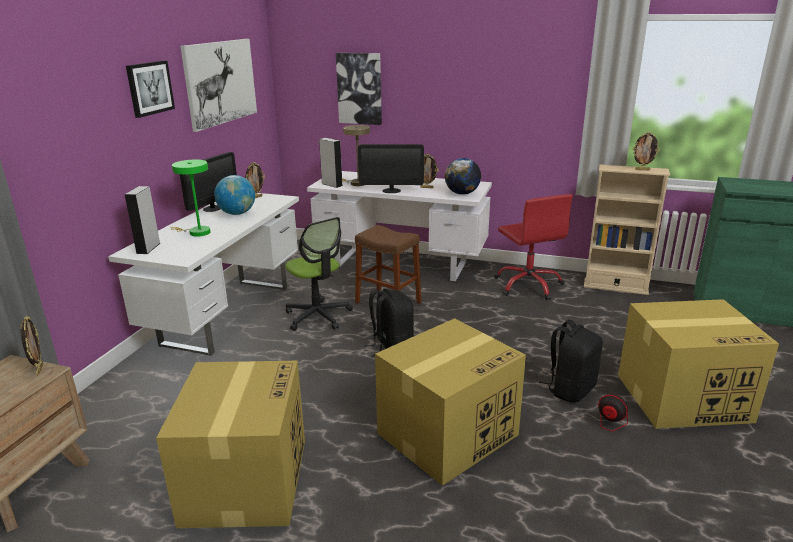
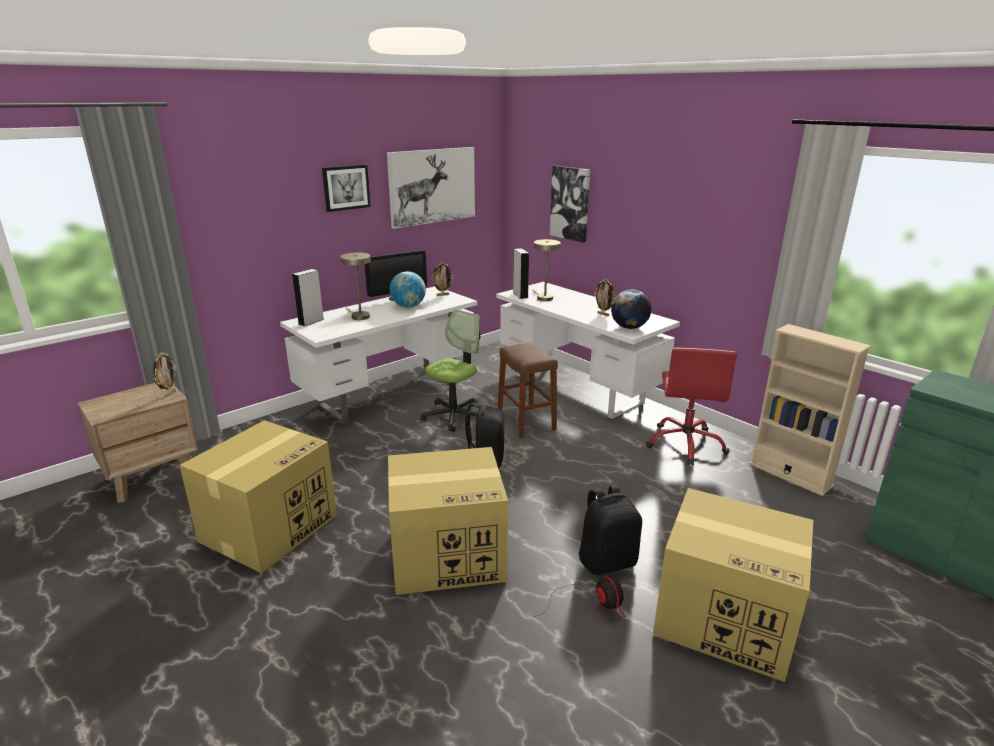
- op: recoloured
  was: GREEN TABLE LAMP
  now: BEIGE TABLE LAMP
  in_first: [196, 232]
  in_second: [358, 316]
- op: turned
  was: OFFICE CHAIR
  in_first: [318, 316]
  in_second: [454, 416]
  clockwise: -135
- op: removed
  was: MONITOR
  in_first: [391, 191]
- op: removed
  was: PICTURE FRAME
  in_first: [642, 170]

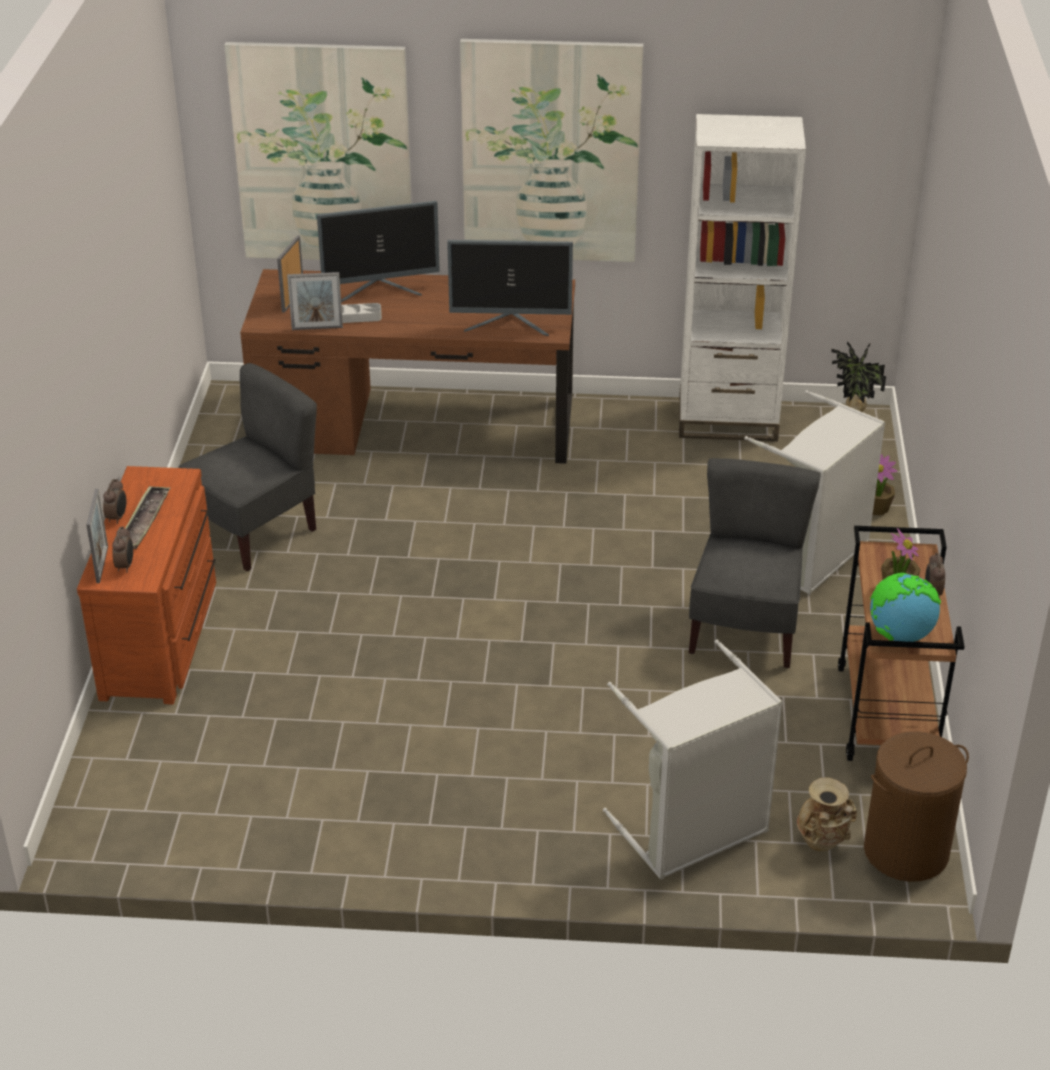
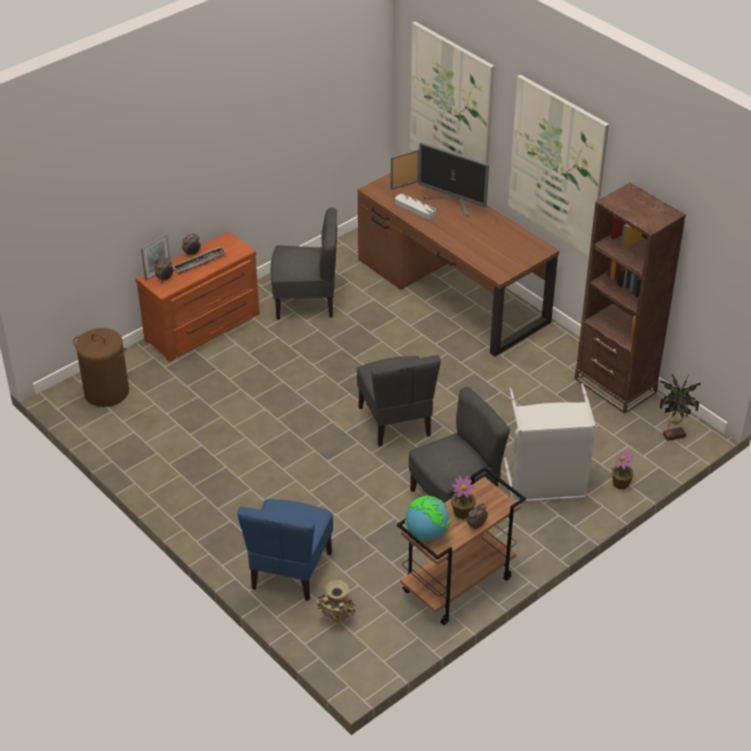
- op: moved
  was: BROWN LAUNDRY BASKET
  in_first: [906, 851]
  in_second: [107, 392]
- op: replaced
  was: GREY LAUNDRY BASKET
  now: BLUE CHAIR
  in_first: [694, 833]
  in_second: [290, 571]
- op: added
  now: GREY CHAIR
  in_second: [396, 422]
- op: recoloured
  was: WHITE BOOKCASE
  now: BROWN BOOKCASE
  in_first: [727, 421]
  in_second: [615, 385]
- op: removed
  was: PICTURE FRAME
  in_first: [317, 328]
- op: removed
  was: MONITOR
  in_first: [510, 325]

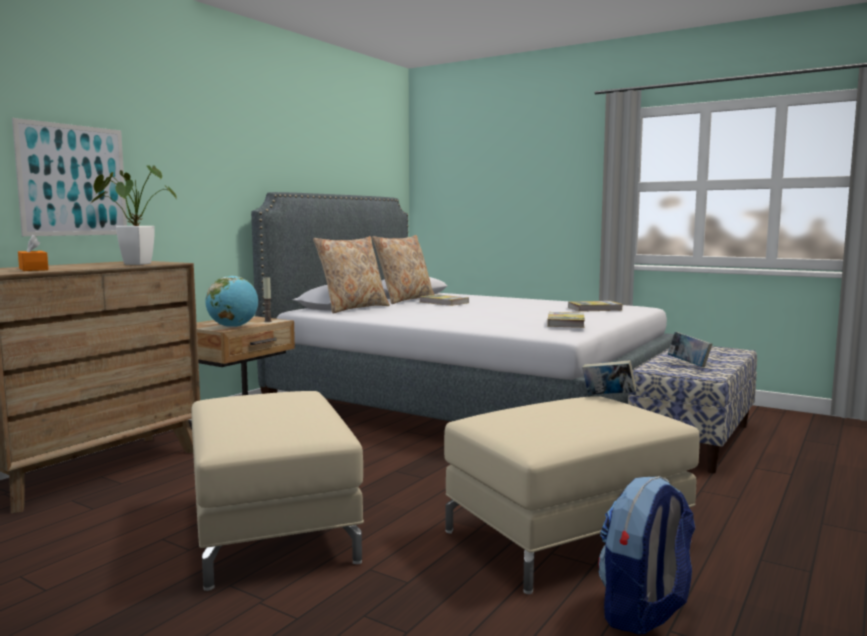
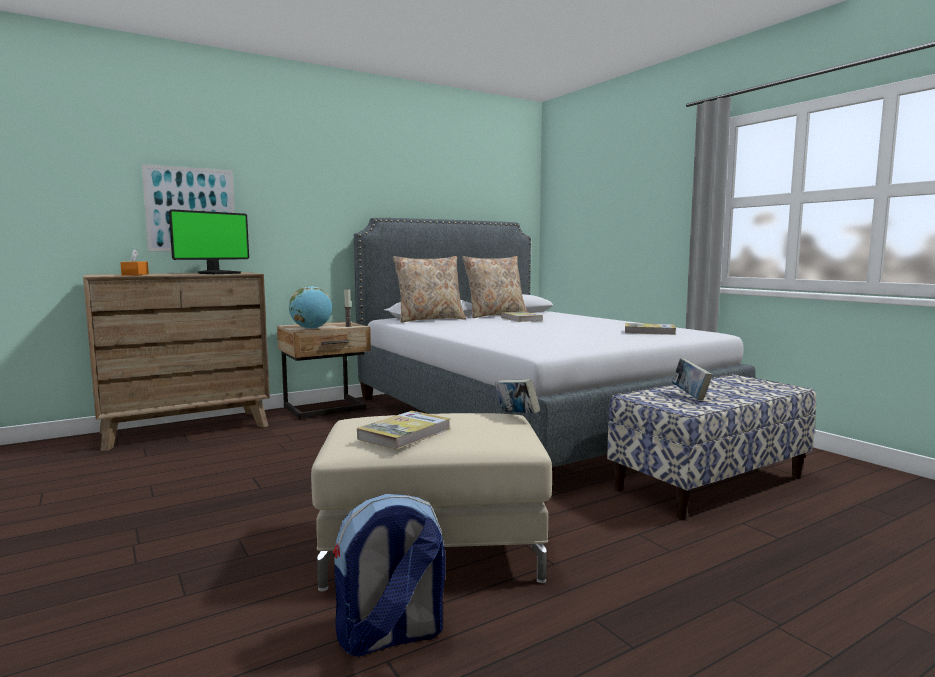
- op: replaced
  was: POTTED PLANT
  now: MONITOR
  in_first: [132, 264]
  in_second: [218, 273]
- op: moved
  was: BOOK
  in_first: [566, 323]
  in_second: [405, 434]
- op: removed
  was: BEIGE OTTOMAN
  in_first: [270, 529]

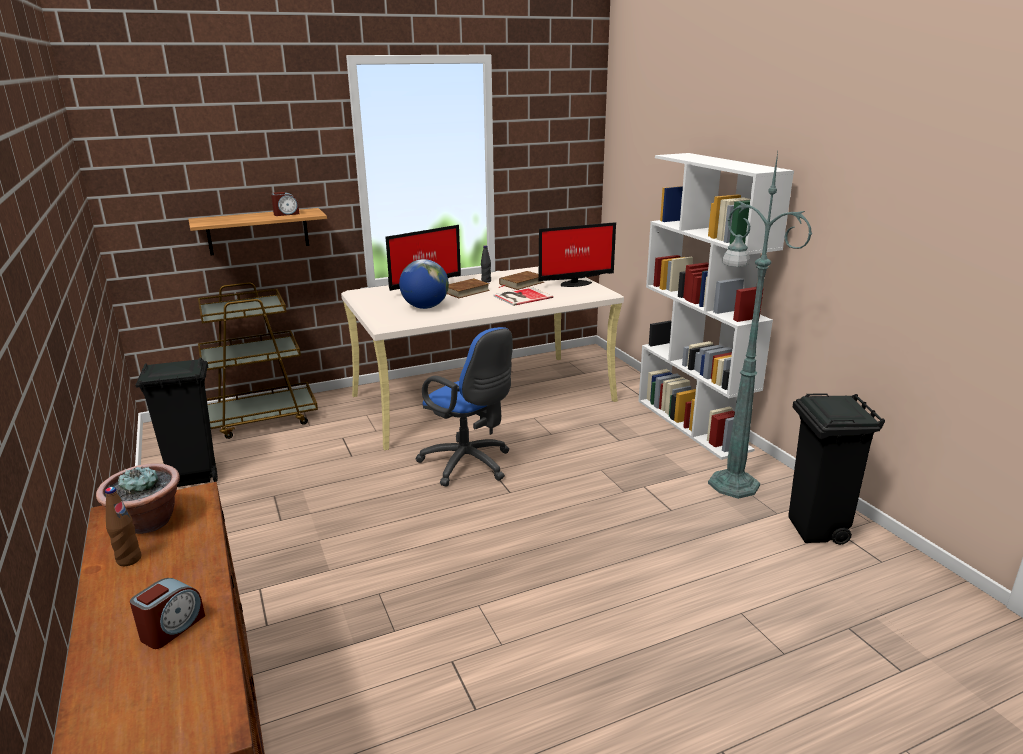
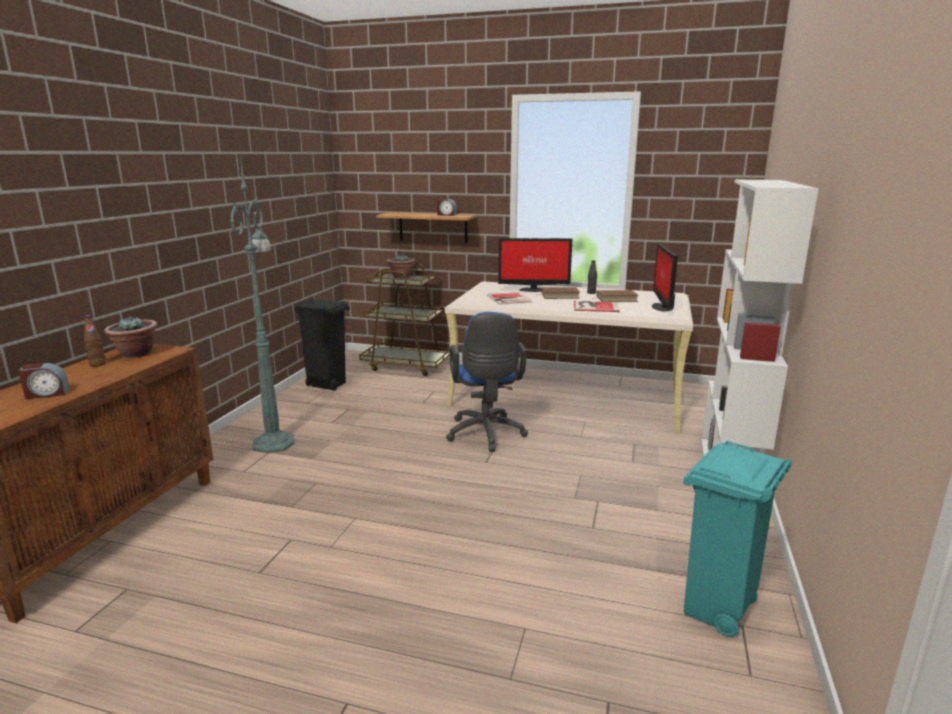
- op: moved
  was: GREEN FLOOR LAMP
  in_first: [731, 483]
  in_second: [274, 442]
- op: added
  now: POTTED PLANT
  in_second: [401, 277]
- op: replaced
  was: GLOBE
  now: BOOK
  in_first: [425, 307]
  in_second: [508, 299]
- op: turned
  was: MONITOR
  in_first: [574, 283]
  in_second: [662, 307]
  clockwise: 75
- op: recoloured
  was: BLACK TRASH CAN
  now: TURQUOISE TRASH CAN
  in_first: [816, 530]
  in_second: [717, 611]

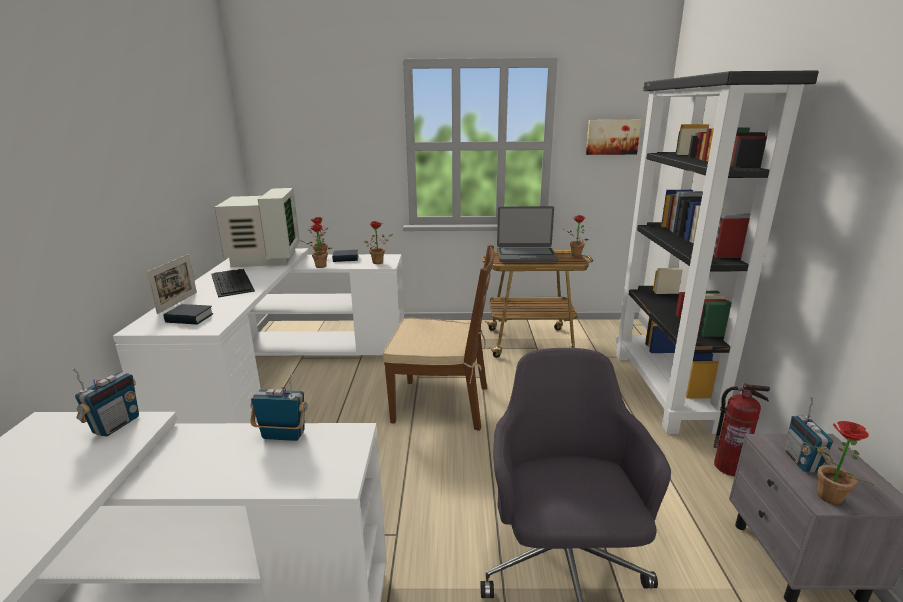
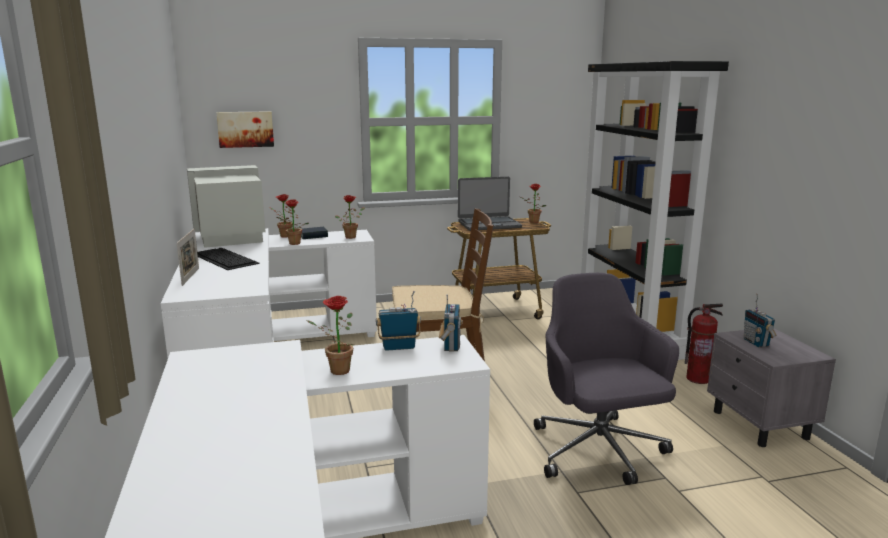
- op: turned
  was: MONITOR
  in_first: [264, 258]
  in_second: [231, 238]
  clockwise: -90
- op: moved
  was: PICTURE
  in_first: [612, 137]
  in_second: [245, 129]
- op: moved
  was: POTTED PLANT
  in_first: [824, 496]
  in_second: [335, 371]
- op: moved
  was: RADIO
  in_first: [116, 425]
  in_second: [451, 346]
- op: removed
  was: BOOK
  in_first: [189, 318]

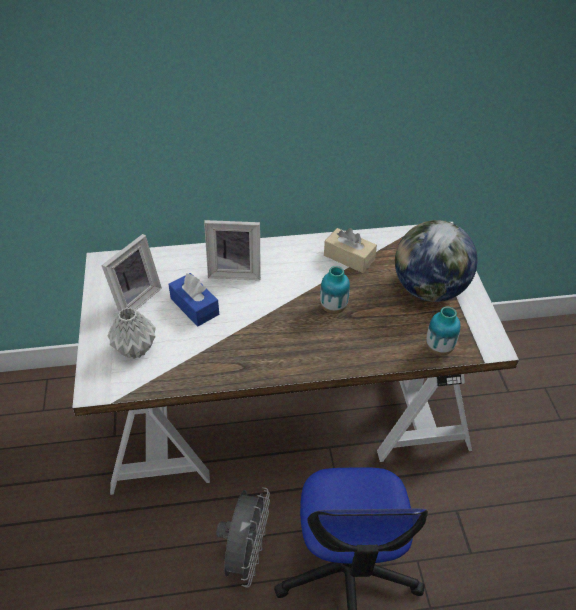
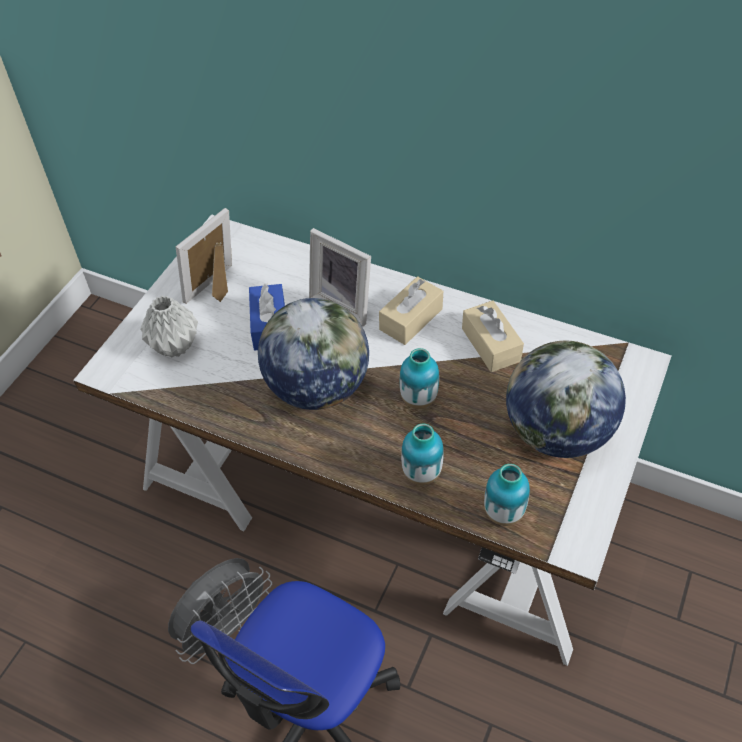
- op: turned
  was: PICTURE FRAME
  in_first: [134, 299]
  in_second: [216, 289]
  clockwise: 150
- op: added
  now: GLOBE
  in_second: [317, 387]
- op: added
  now: BEIGE TISSUE BOX
  in_second: [411, 319]
- op: added
  now: VASE
  in_second: [421, 474]

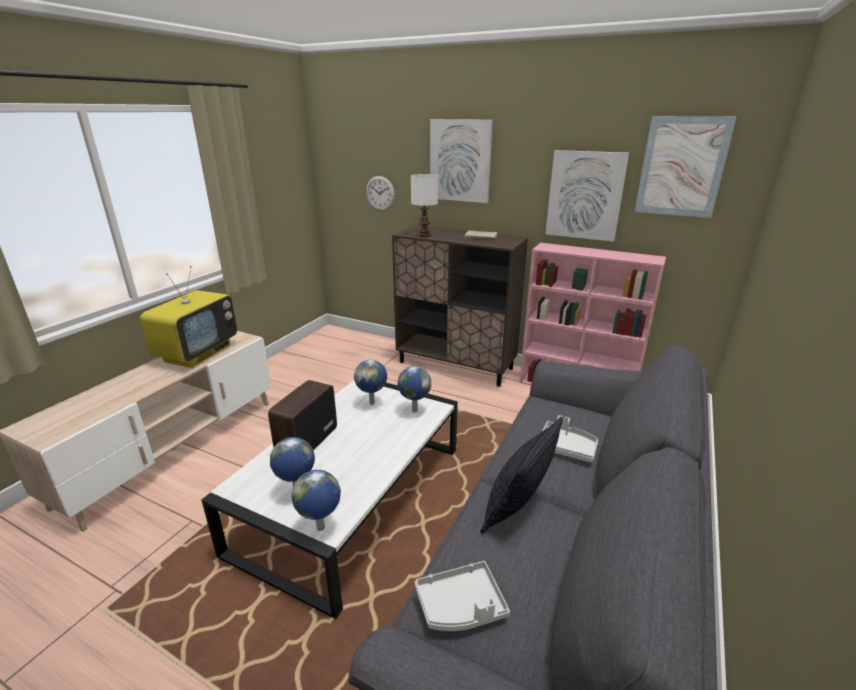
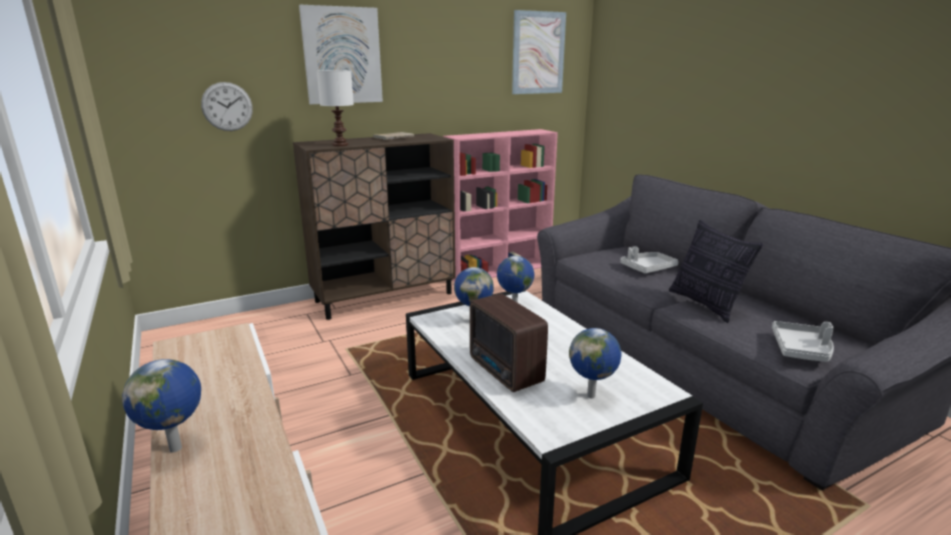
- op: moved
  was: GLOBE
  in_first: [321, 528]
  in_second: [177, 448]
- op: removed
  was: TELEVISION
  in_first: [198, 353]
- op: removed
  was: PICTURE
  in_first: [585, 195]

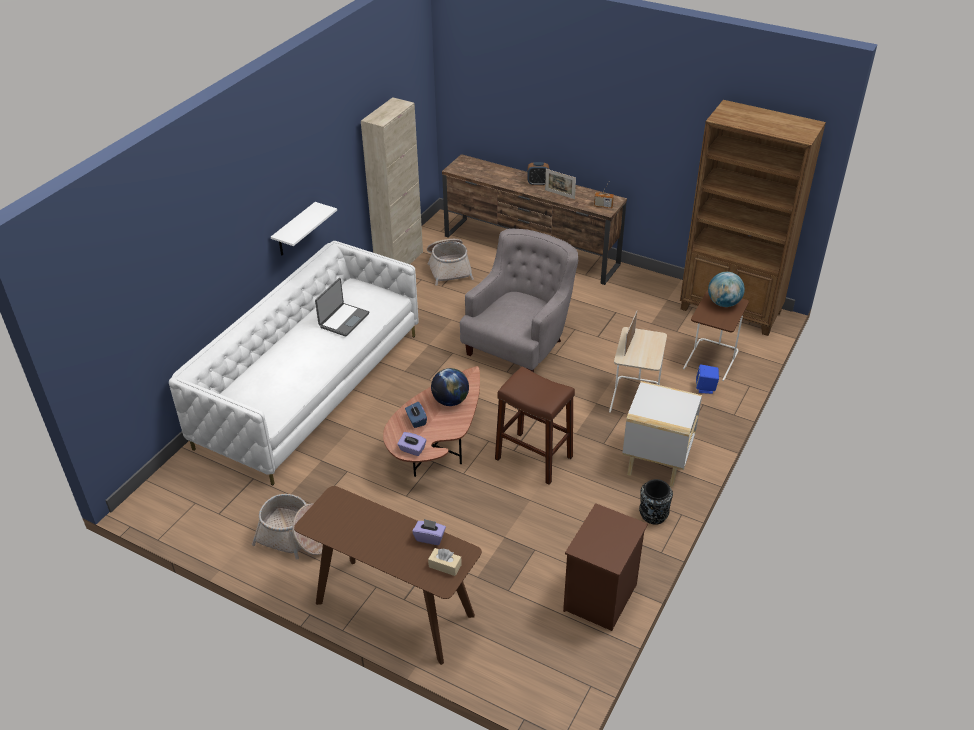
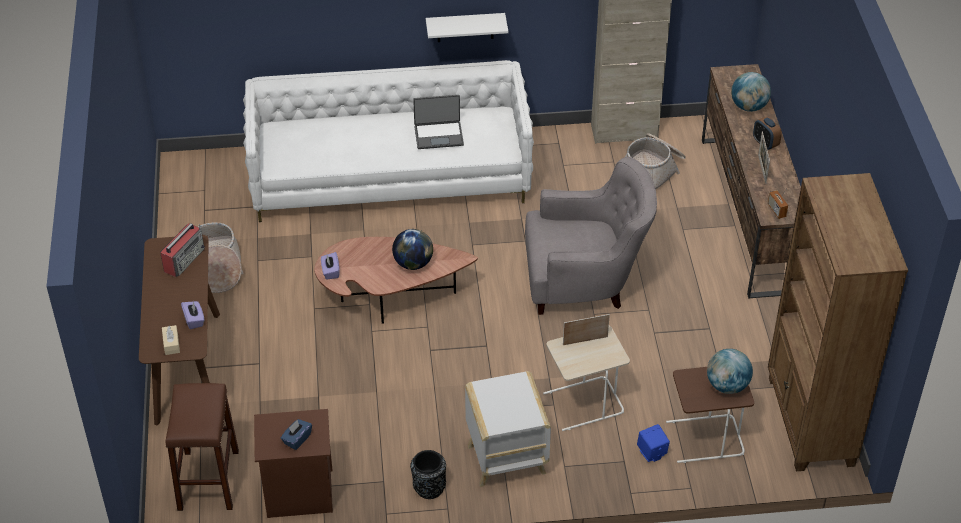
- op: added
  now: RADIO
  in_second: [184, 259]
- op: moved
  was: BROWN STOOL
  in_first: [533, 457]
  in_second: [208, 480]
- op: moved
  was: BLUE TISSUE BOX
  in_first: [416, 420]
  in_second: [297, 439]
- op: added
  now: GLOBE
  in_second: [748, 107]

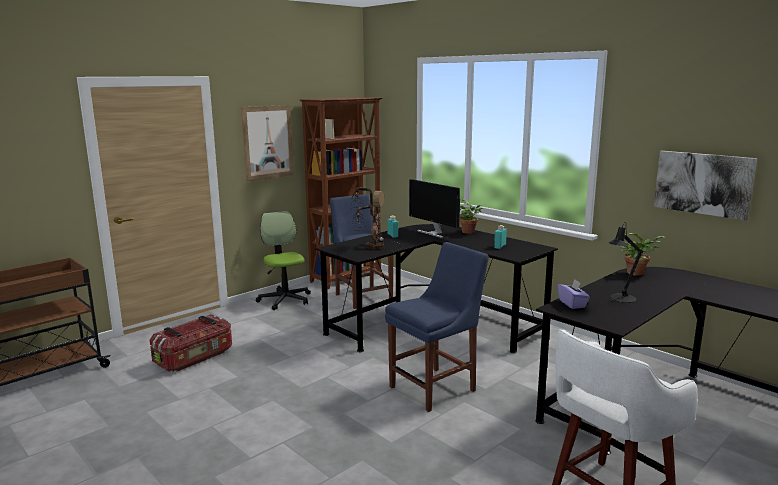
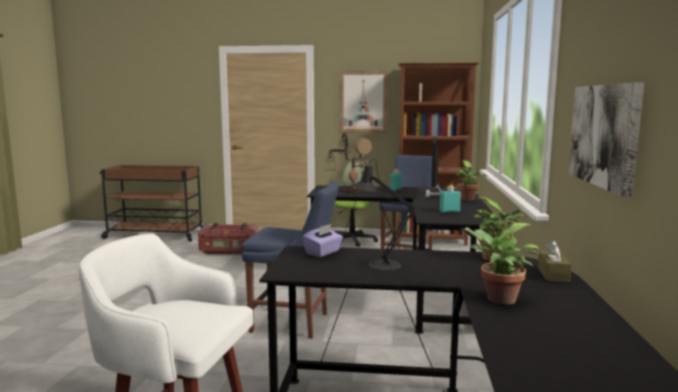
- op: added
  now: POTTED PLANT
  in_second: [497, 299]
- op: added
  now: BROWN TISSUE BOX
  in_second: [553, 274]

